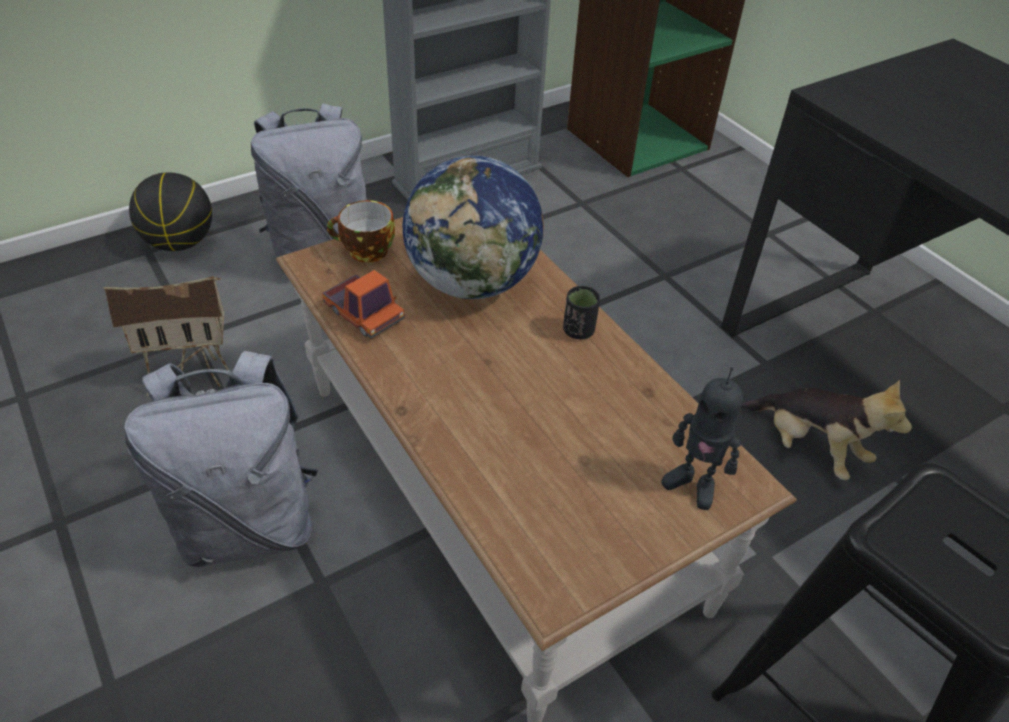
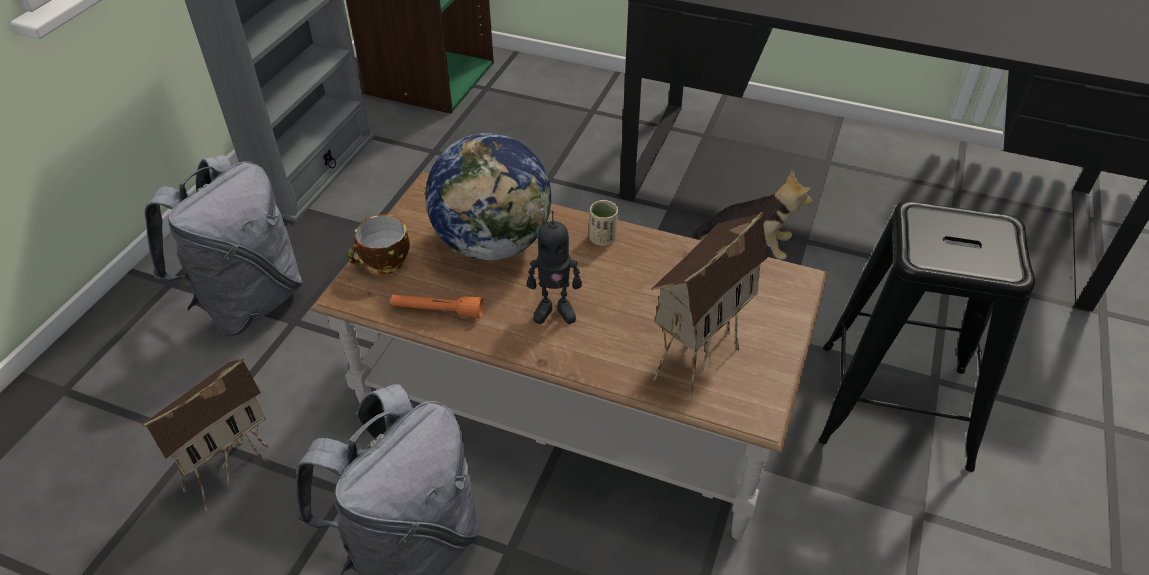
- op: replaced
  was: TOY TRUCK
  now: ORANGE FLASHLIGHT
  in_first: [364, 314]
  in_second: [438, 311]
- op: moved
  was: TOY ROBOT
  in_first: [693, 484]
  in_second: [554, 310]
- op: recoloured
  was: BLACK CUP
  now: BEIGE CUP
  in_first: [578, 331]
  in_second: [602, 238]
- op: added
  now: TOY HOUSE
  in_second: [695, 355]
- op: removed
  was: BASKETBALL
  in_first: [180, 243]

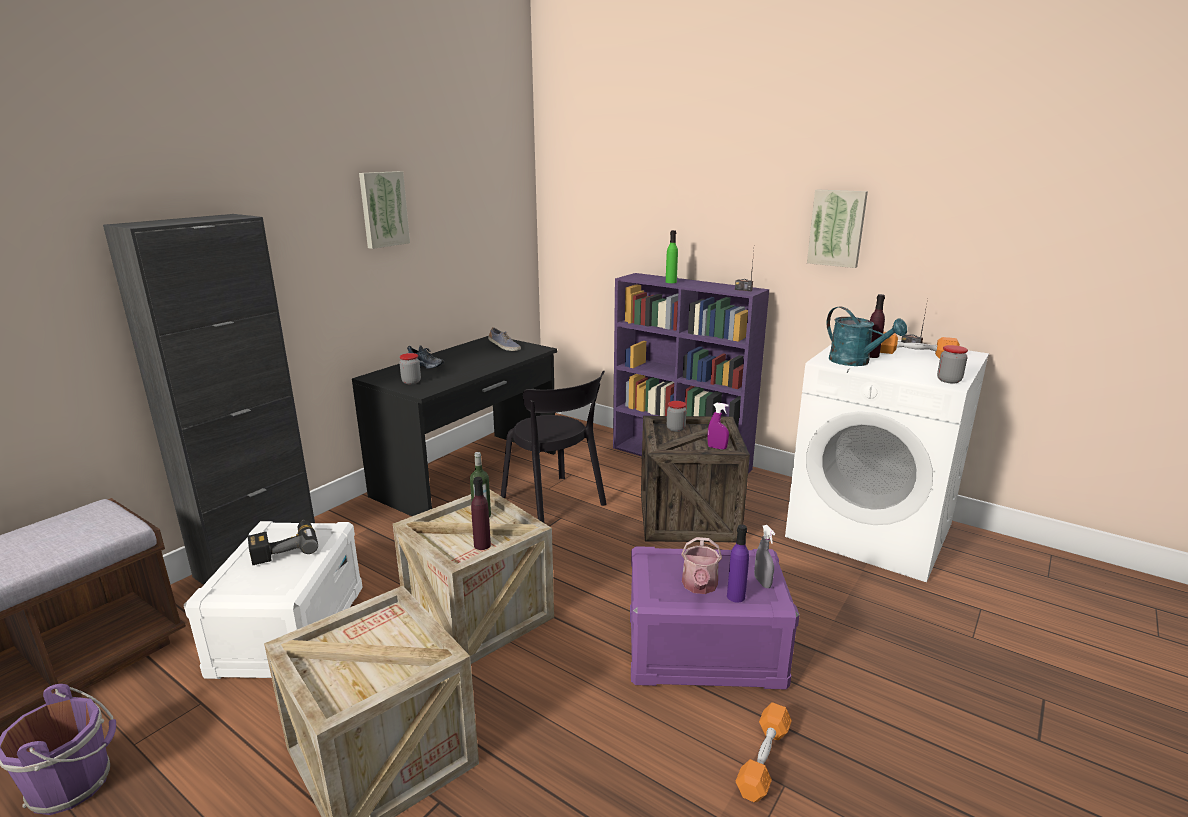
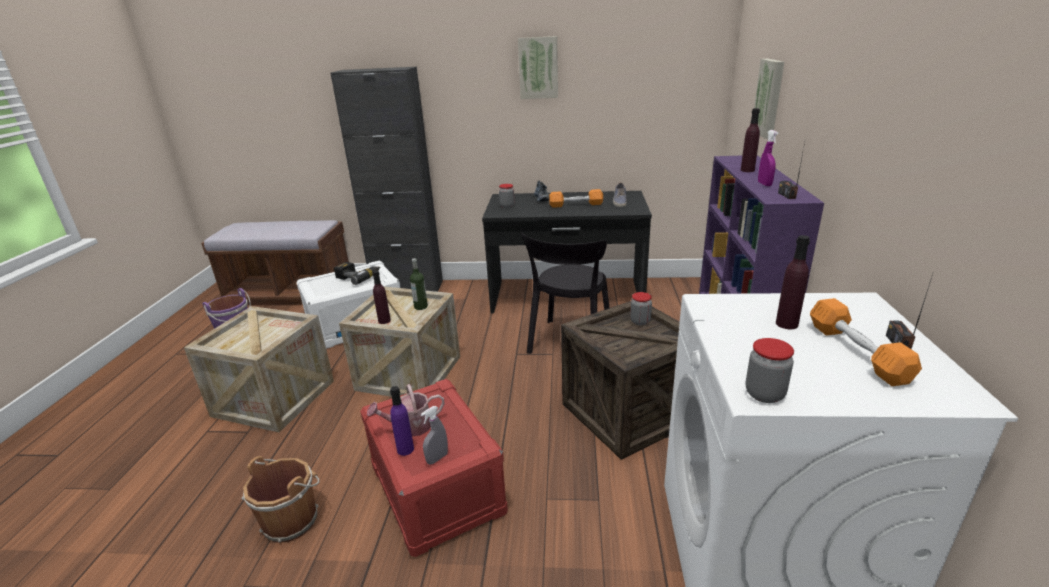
- op: added
  now: BROWN BUCKET
  in_second: [292, 519]
- op: recoloured
  was: PURPLE STORAGE BOX
  now: RED STORAGE BOX
  in_first: [703, 651]
  in_second: [435, 489]
- op: moved
  was: ORANGE DUMBBELL
  in_first: [763, 760]
  in_second: [576, 205]
- op: recoloured
  was: GREEN BOTTLE
  now: PURPLE BOTTLE
  in_first: [671, 282]
  in_second: [747, 170]
- op: moved
  was: PICTURE
  in_first: [837, 228]
  in_second: [770, 98]
- op: moved
  was: PURPLE SPRAY BOTTLE
  in_first: [717, 448]
  in_second: [764, 184]
- op: removed
  was: TURQUOISE WATERING CAN
  in_first: [855, 362]

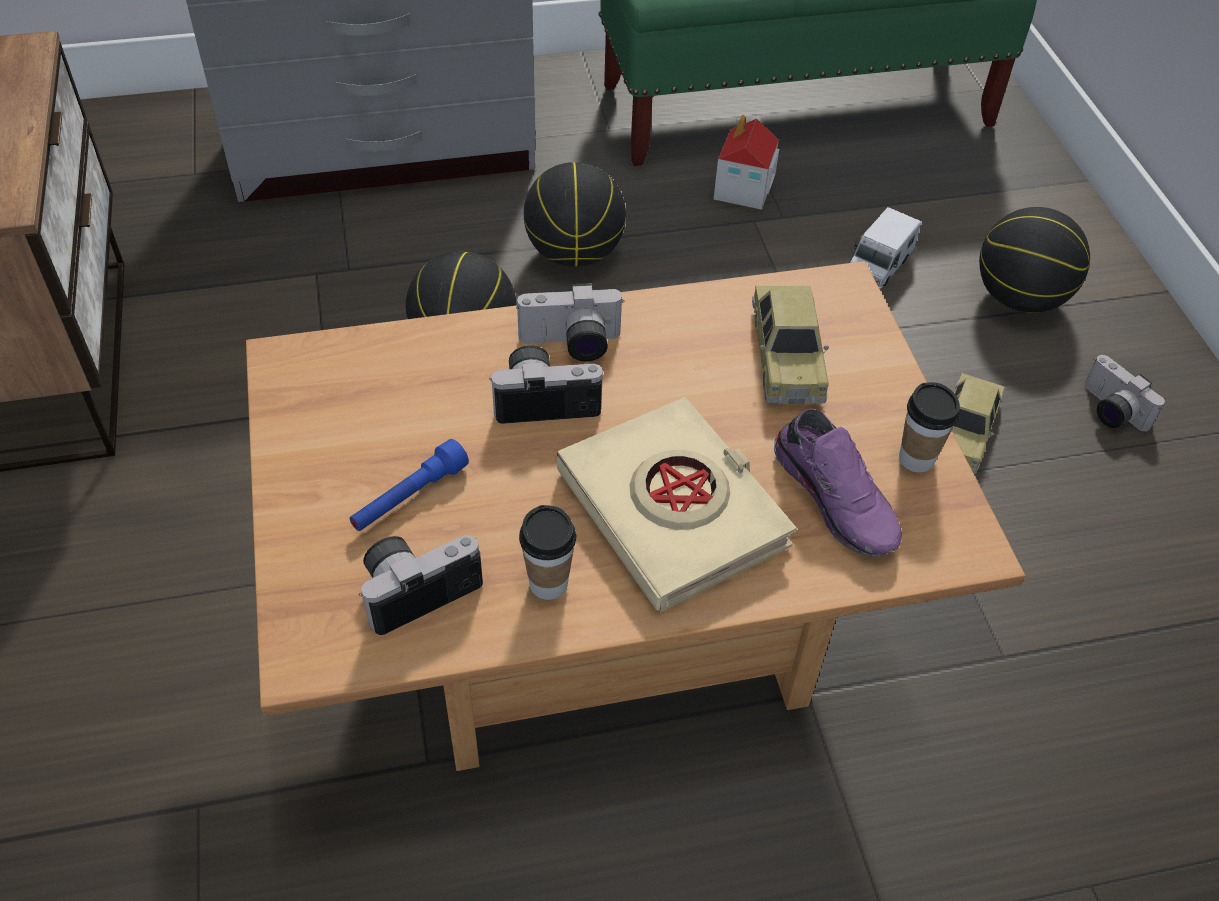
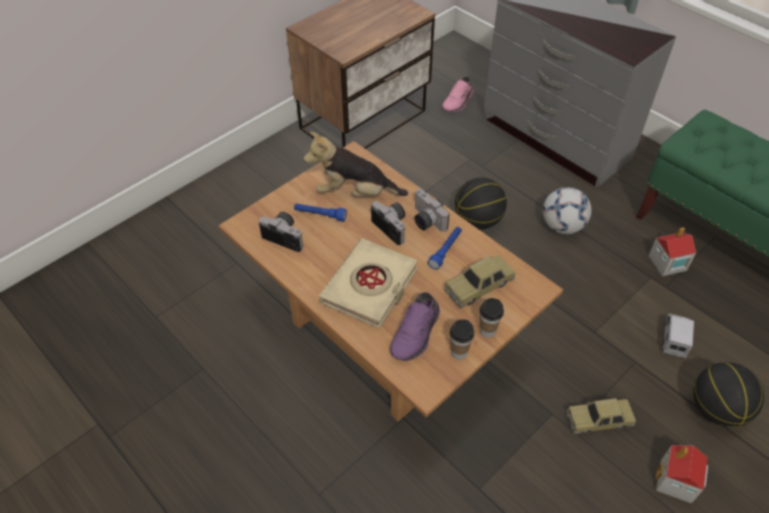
- op: added
  now: PLUSH TOY
  in_second: [355, 193]
- op: added
  now: BLUE FLASHLIGHT
  in_second: [446, 251]
- op: added
  now: PINK SHOE
  in_second: [458, 102]
- op: moved
  was: CUP
  in_first: [548, 583]
  in_second: [487, 331]
- op: replaced
  was: BASKETBALL
  now: FOOTBALL
  in_first: [575, 253]
  in_second: [562, 226]
- op: replaced
  was: PHOTO CAMERA
  now: TOY HOUSE
  in_first: [1109, 411]
  in_second: [675, 482]
- op: turned
  was: TOY TRUCK
  in_first: [878, 265]
  in_second: [674, 338]
  clockwise: 105

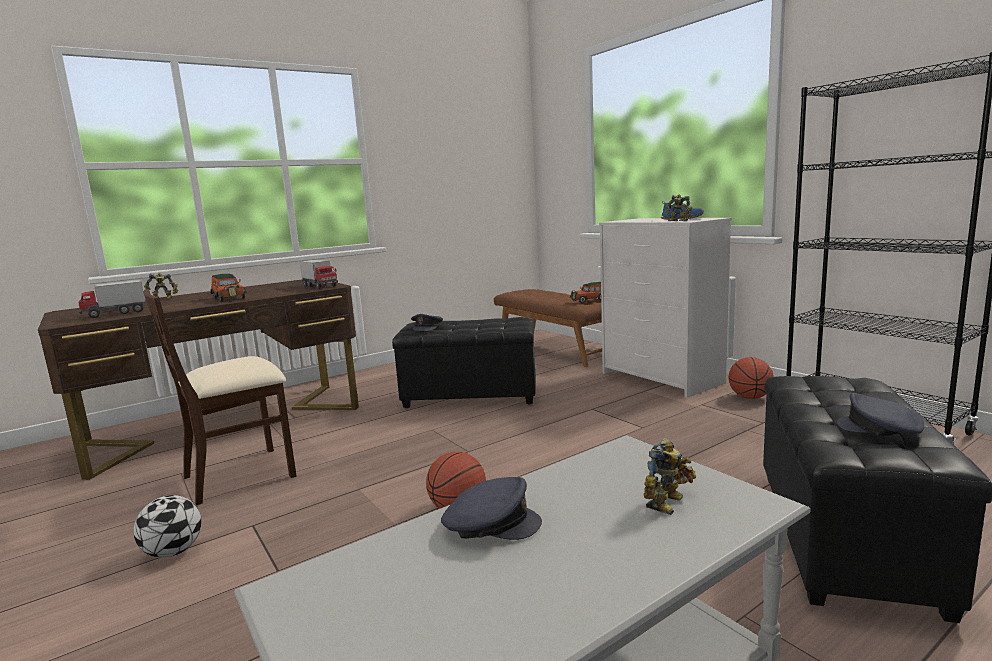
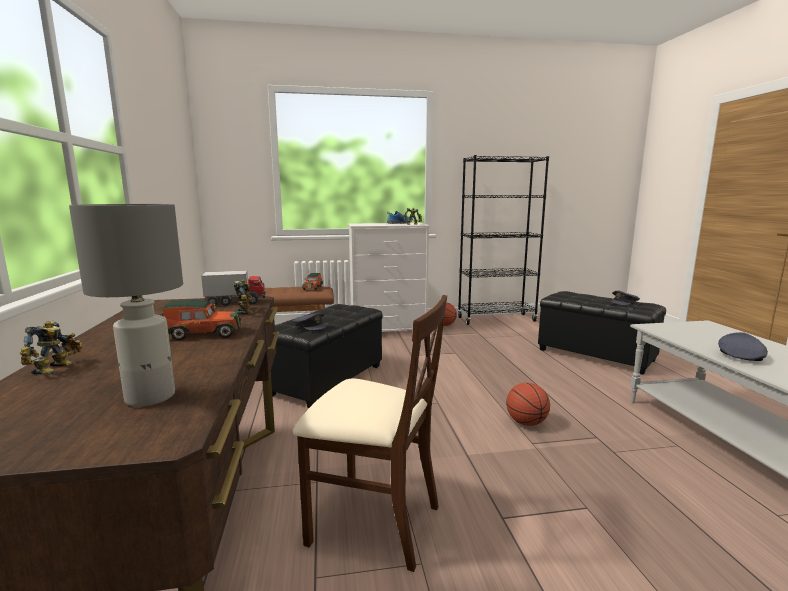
- op: replaced
  was: TOY TRUCK
  now: GREY TABLE LAMP
  in_first: [114, 313]
  in_second: [152, 396]
- op: moved
  was: TOY ROBOT
  in_first: [669, 503]
  in_second: [246, 312]
- op: turned
  was: BEIGE CHAIR
  in_first: [240, 474]
  in_second: [373, 521]
  clockwise: -60
- op: removed
  was: FOOTBALL
  in_first: [173, 552]

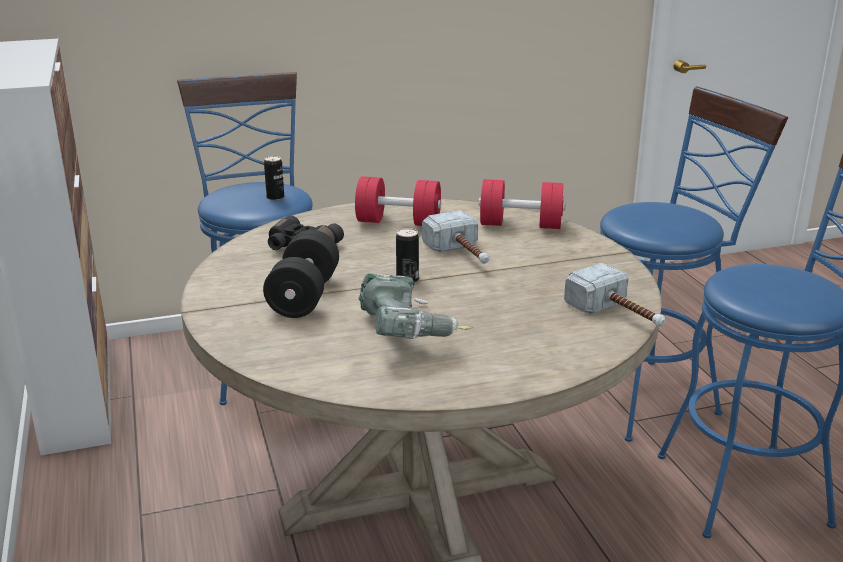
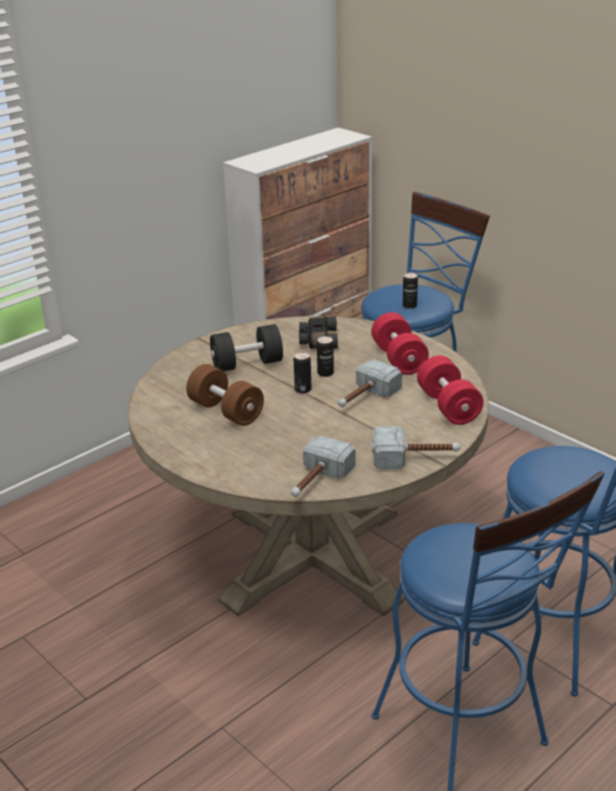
- op: replaced
  was: POWER DRILL
  now: BROWN DUMBBELL
  in_first: [409, 333]
  in_second: [226, 411]
- op: added
  now: CAN
  in_second: [325, 373]
- op: added
  now: HAMMER
  in_second: [415, 458]

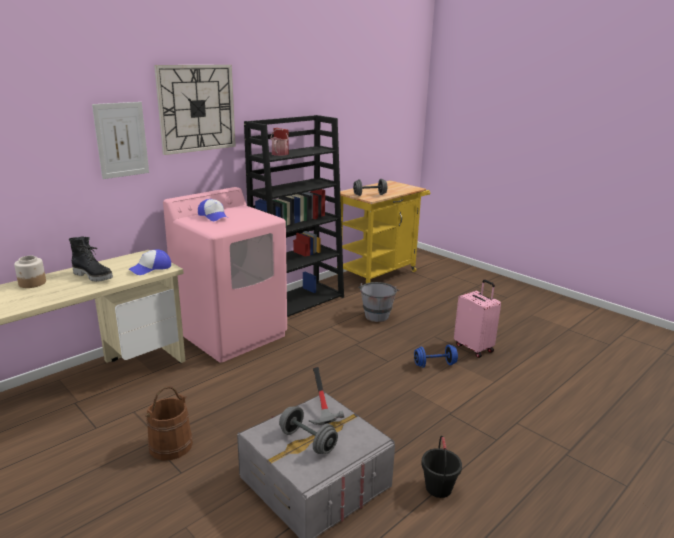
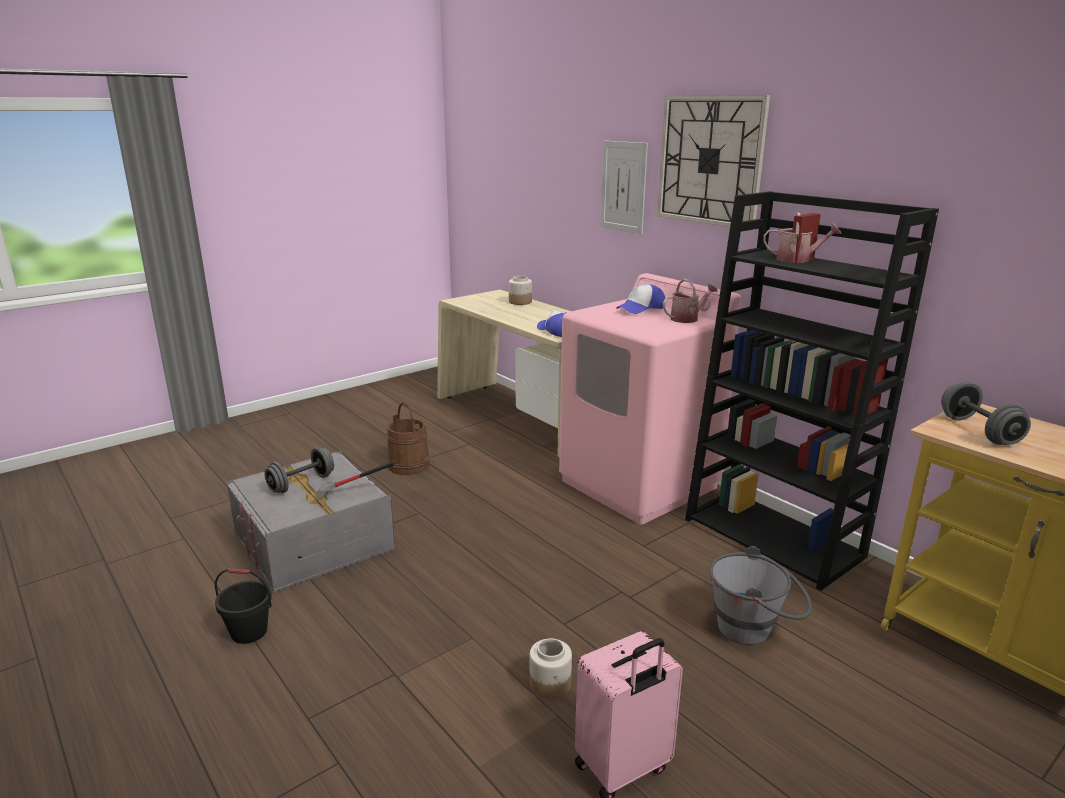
- op: replaced
  was: BLUE DUMBBELL
  now: JAR
  in_first: [434, 364]
  in_second: [550, 684]
- op: added
  now: WATERING CAN
  in_second: [687, 318]
- op: removed
  was: BLACK BOOT
  in_first: [94, 276]

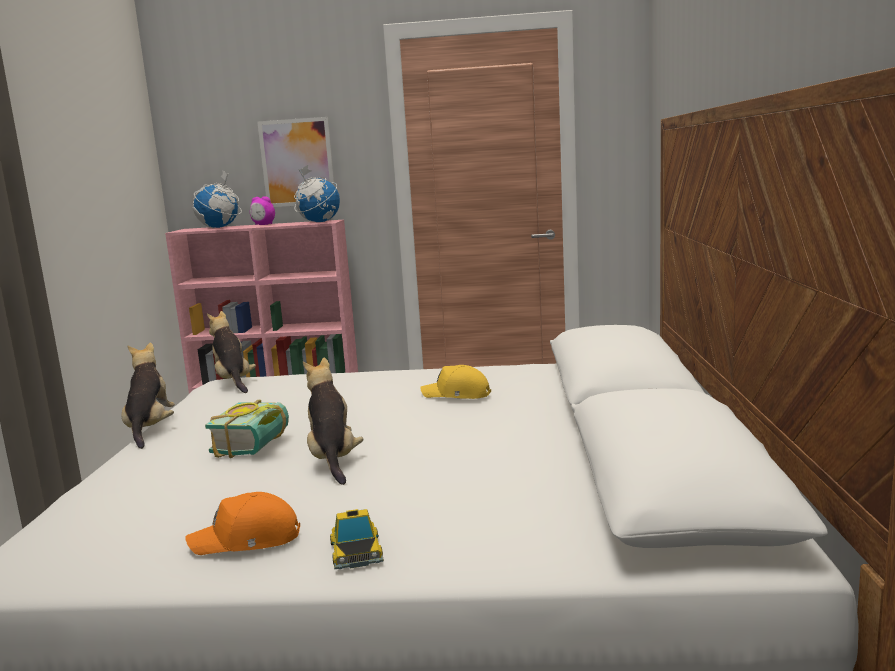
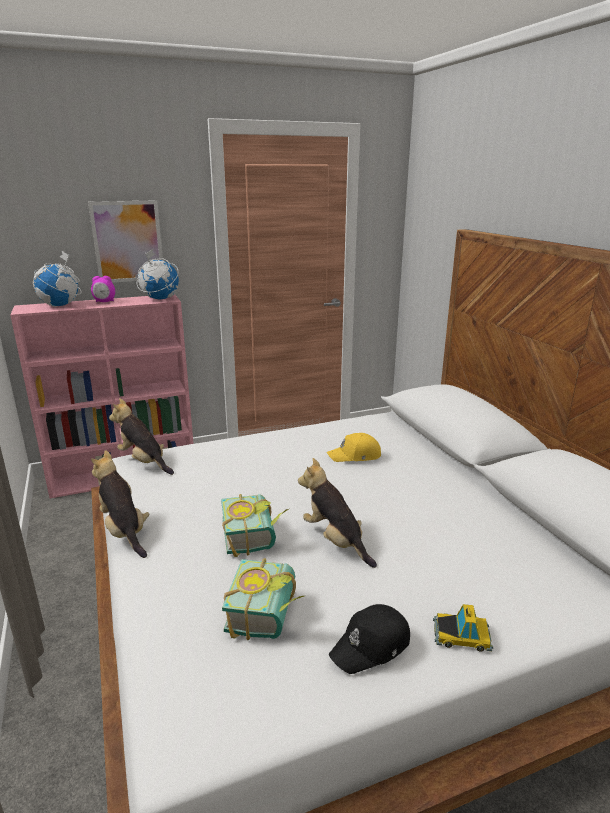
- op: added
  now: BOOK
  in_second: [269, 614]
- op: recoloured
  was: ORANGE CAP
  now: BLACK CAP
  in_first: [247, 540]
  in_second: [371, 646]
- op: turned
  was: TOY CAR
  in_first: [356, 550]
  in_second: [461, 635]
  clockwise: 135

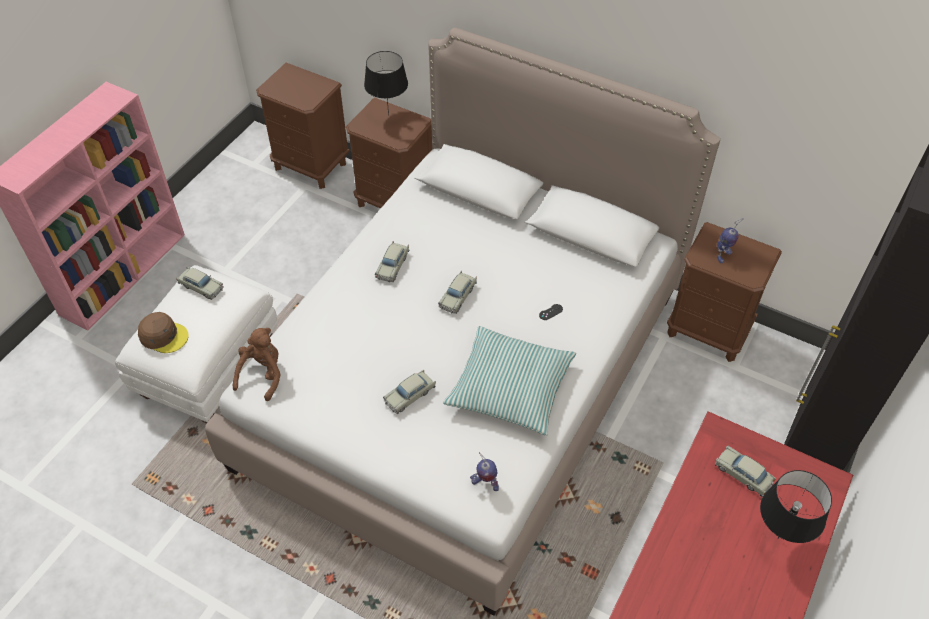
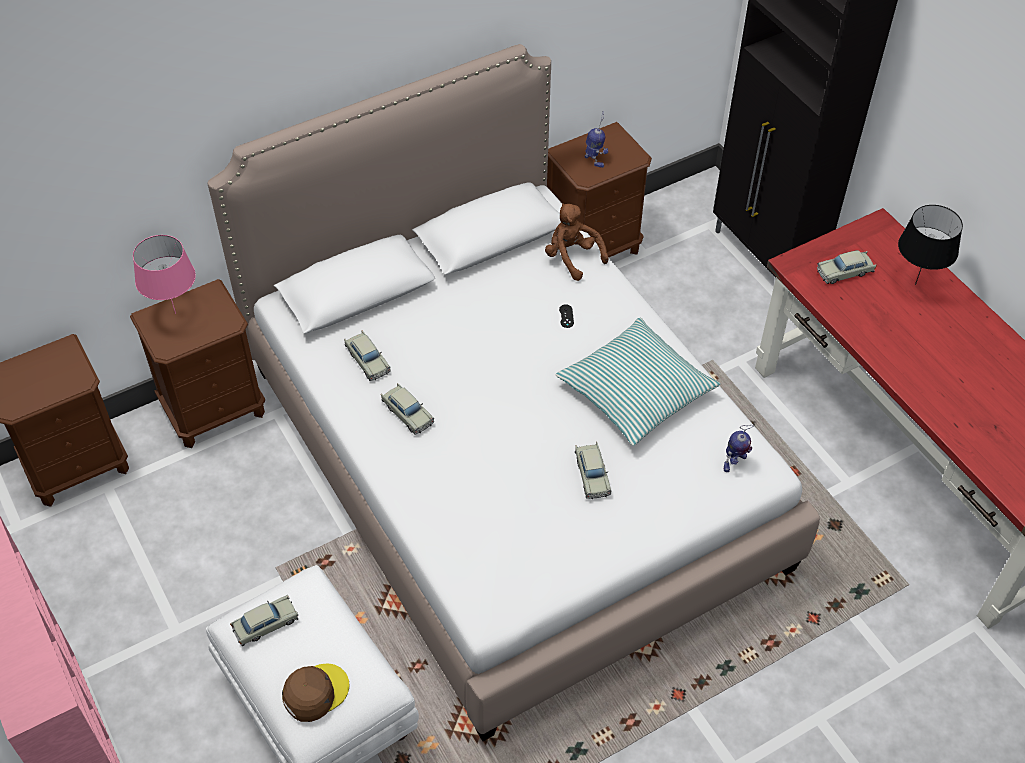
- op: recoloured
  was: BLACK TABLE LAMP
  now: PINK TABLE LAMP
  in_first: [389, 115]
  in_second: [175, 313]
- op: moved
  was: BEIGE TOY CAR
  in_first: [458, 296]
  in_second: [367, 360]
- op: moved
  was: BROWN PLUSH TOY
  in_first: [262, 374]
  in_second: [572, 257]

